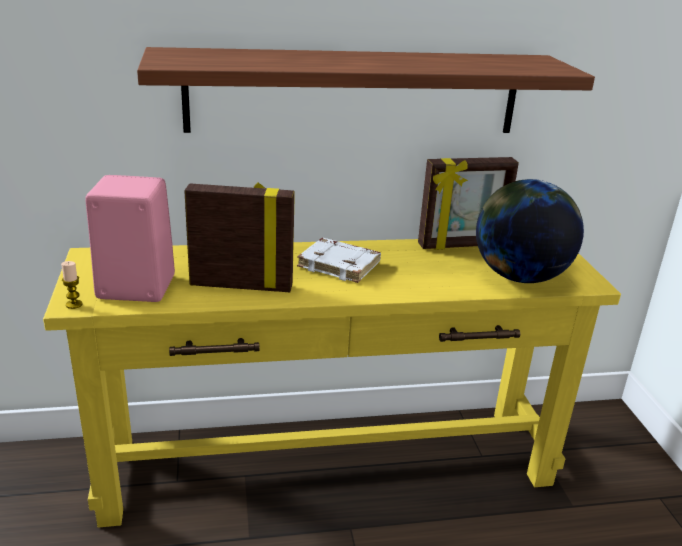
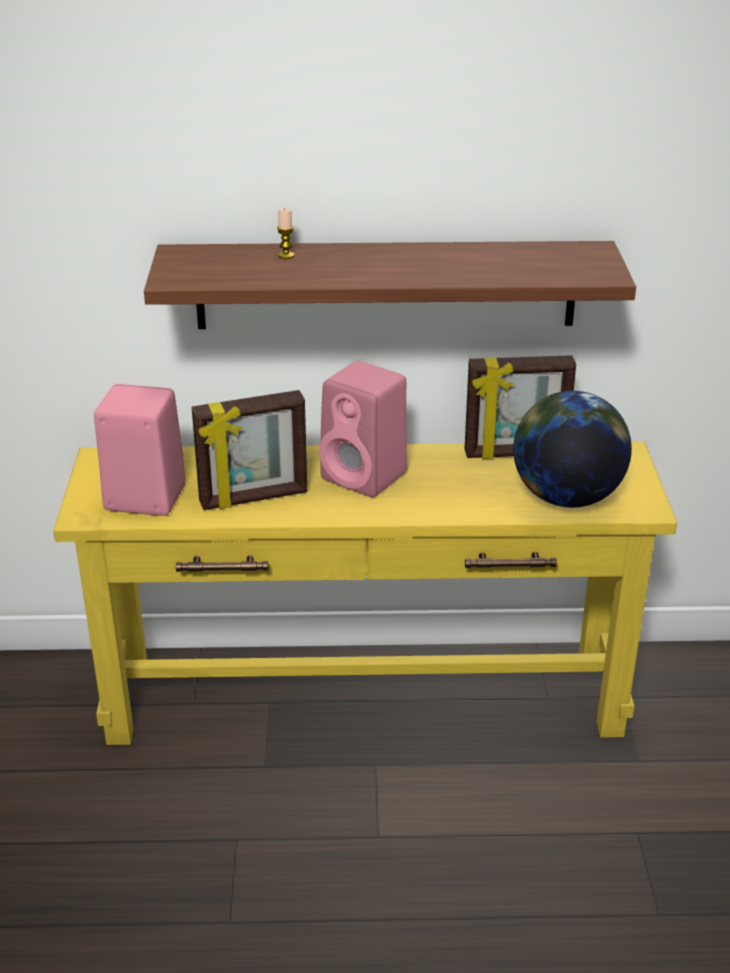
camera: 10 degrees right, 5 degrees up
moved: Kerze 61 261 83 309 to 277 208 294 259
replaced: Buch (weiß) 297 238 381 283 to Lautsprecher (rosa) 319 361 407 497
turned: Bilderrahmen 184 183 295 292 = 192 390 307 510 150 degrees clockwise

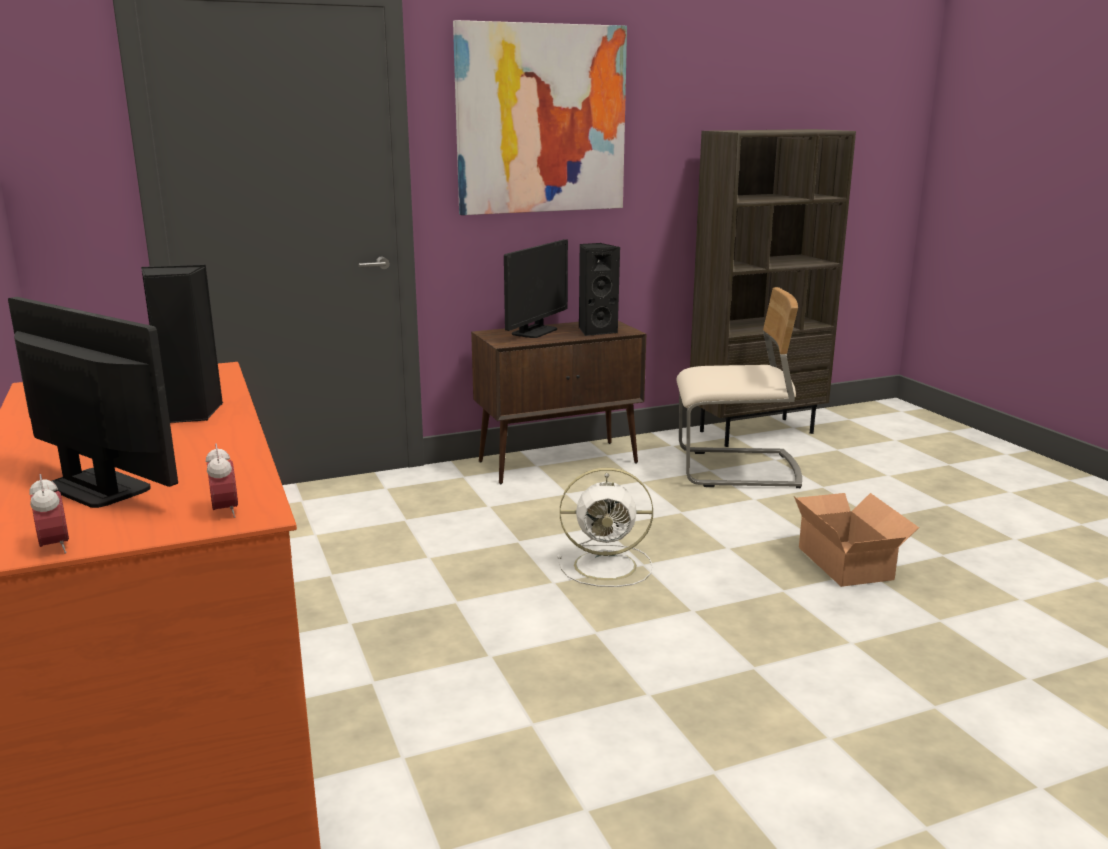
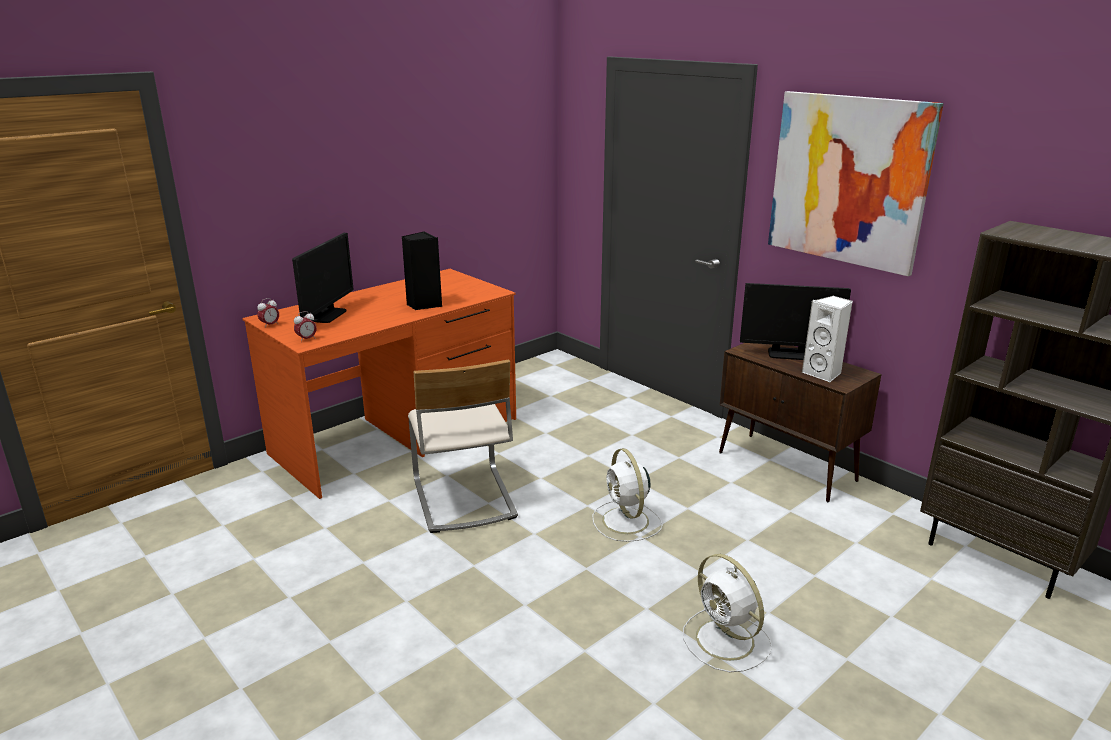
camera: 70 degrees right, 5 degrees up
moved: Stuhl (beige) 676 287 802 488 to 408 360 518 533
replaced: Karton 794 493 919 587 to Ventilator (weiß) 683 554 772 672
recoloured: Lautsprecher (schwarz) 579 243 620 336 to Lautsprecher (weiß) 802 296 853 382

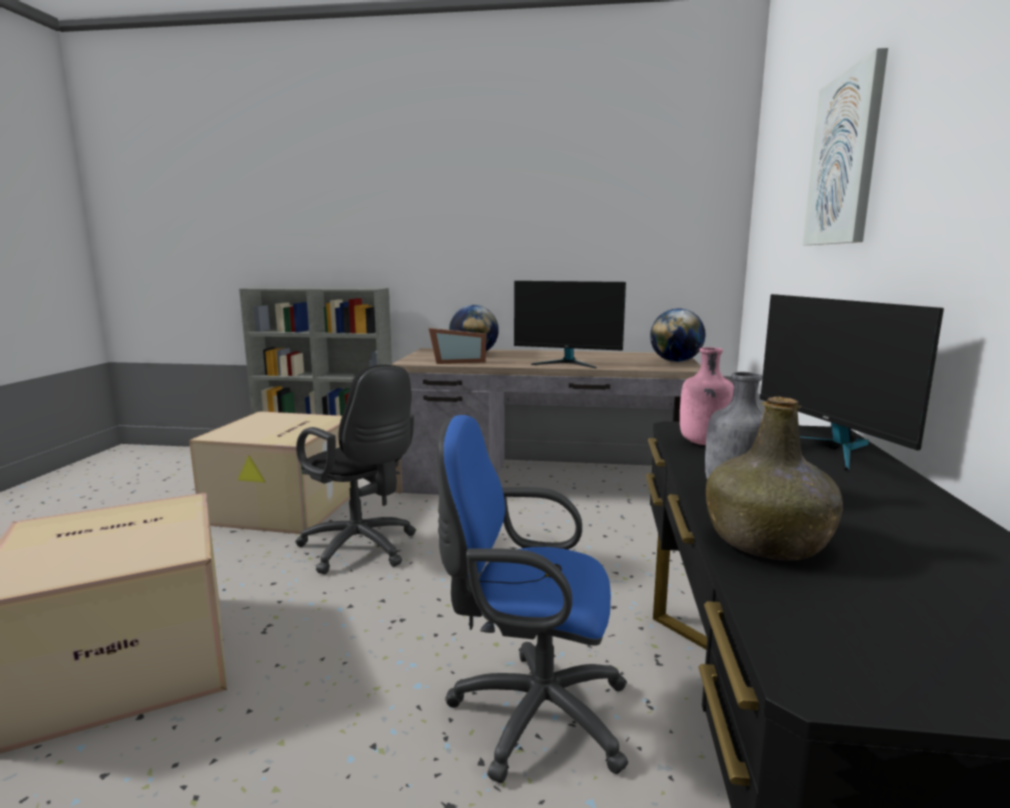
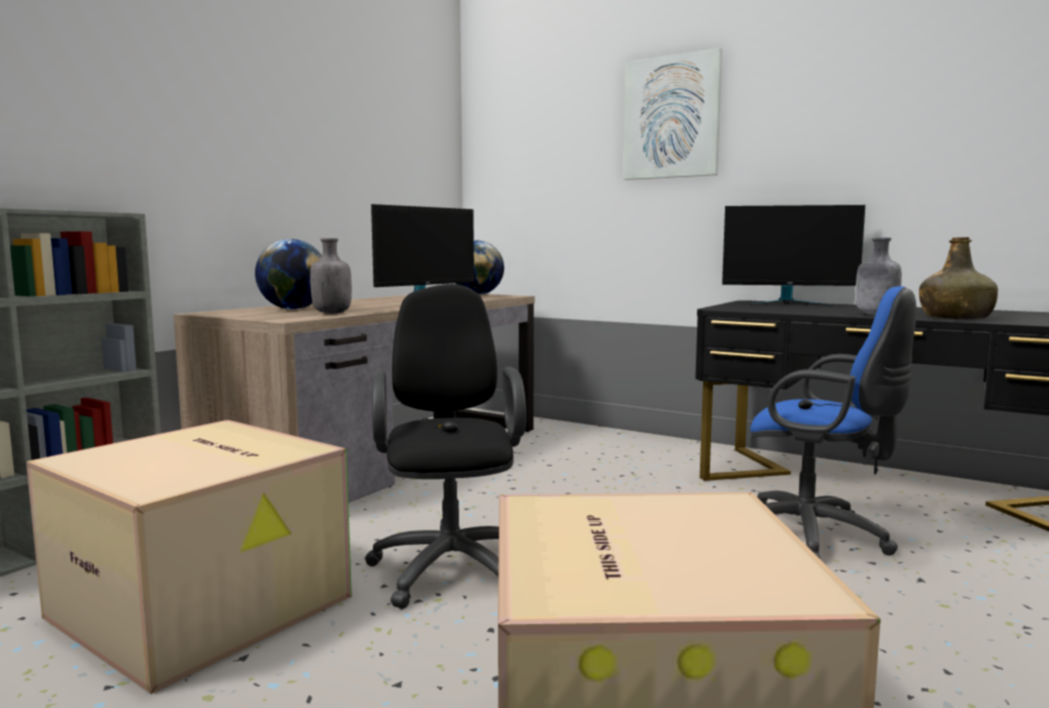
camera: 65 degrees left, 5 degrees down
removed: Flasche (rosa) 680 347 734 445
replaced: Bilderrahmen 428 328 487 364 to Flasche (grau) 310 238 352 314
turned: Bürostuhl (schwarz) 295 365 416 574 = 365 284 526 609 75 degrees counterclockwise; Bürostuhl (blau) 436 415 628 783 = 750 286 917 559 90 degrees counterclockwise

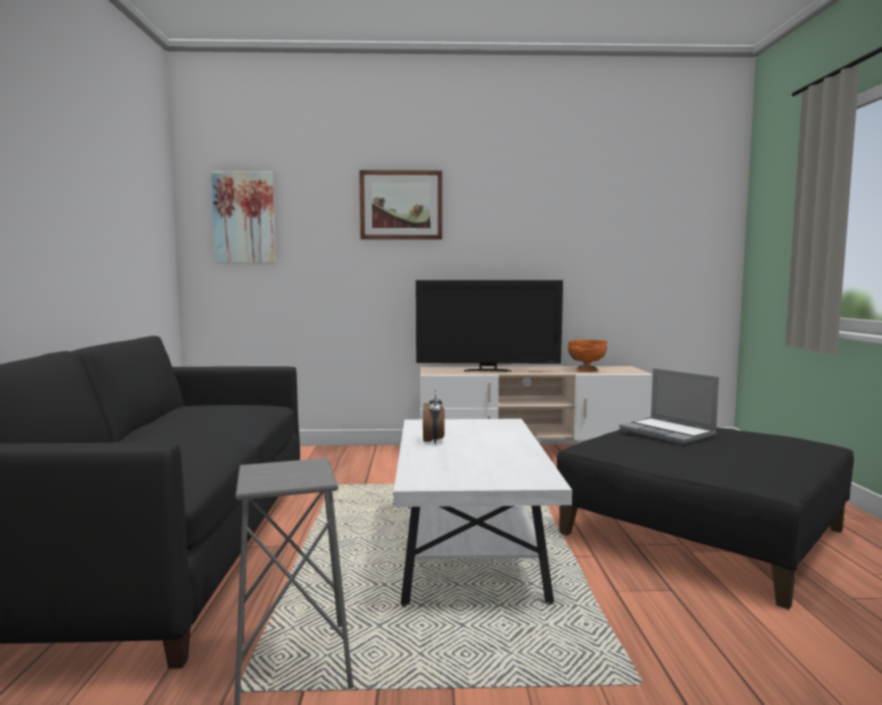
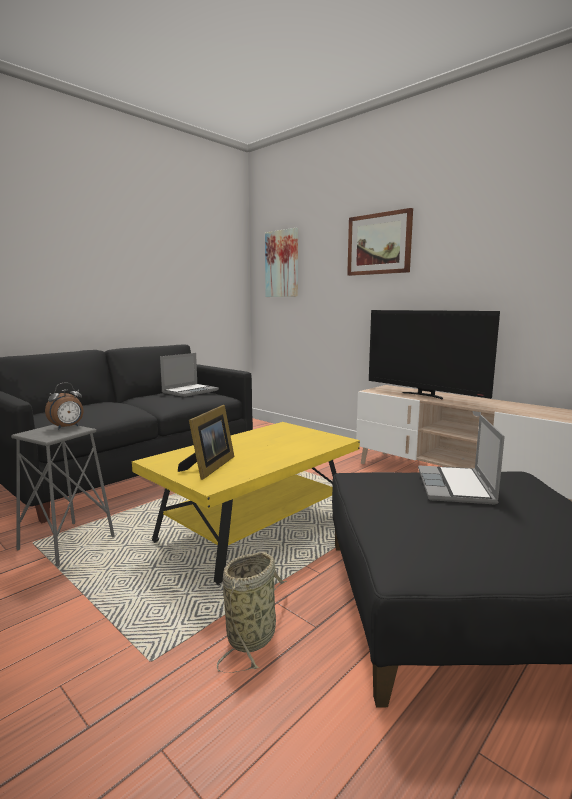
camera: 45 degrees right, 5 degrees up
removed: Schüssel (orange) 568 340 607 372
added: Laptop 160 353 219 397; Bilderrahmen 178 405 234 480; Korb 217 552 287 673
moved: Wecker 423 390 445 444 to 45 383 83 429
recoloured: Couchtisch (weiß) 393 419 573 607 to Couchtisch (gelb) 132 422 360 585

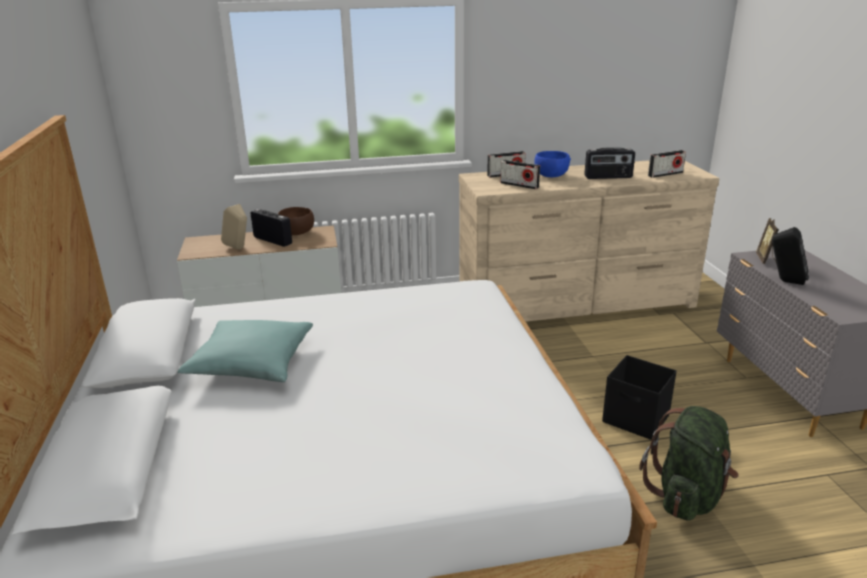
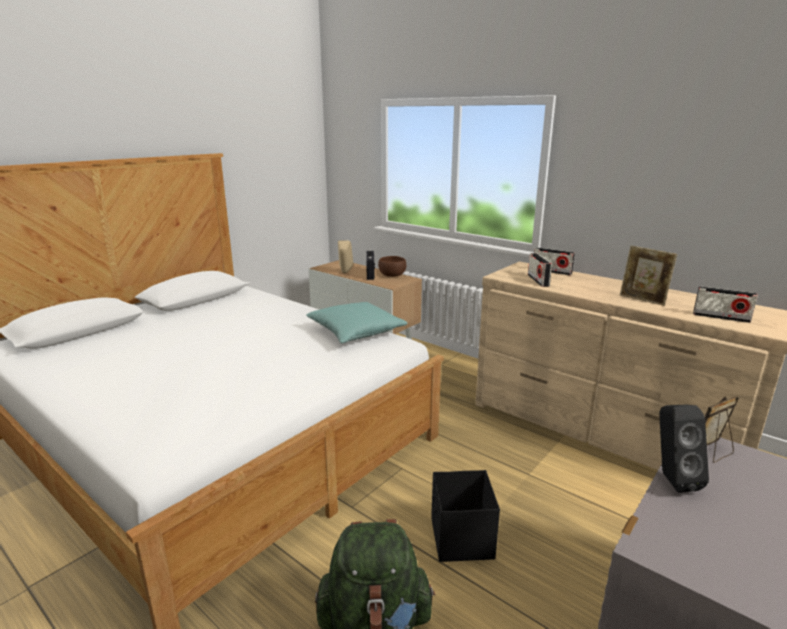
camera: 50 degrees right, 5 degrees down
removed: Schüssel (blau) 534 151 571 177
moved: Kissen (türkis) 178 320 313 382 to 306 302 407 343
replaced: Radio 584 147 635 179 to Bilderrahmen 620 246 677 306

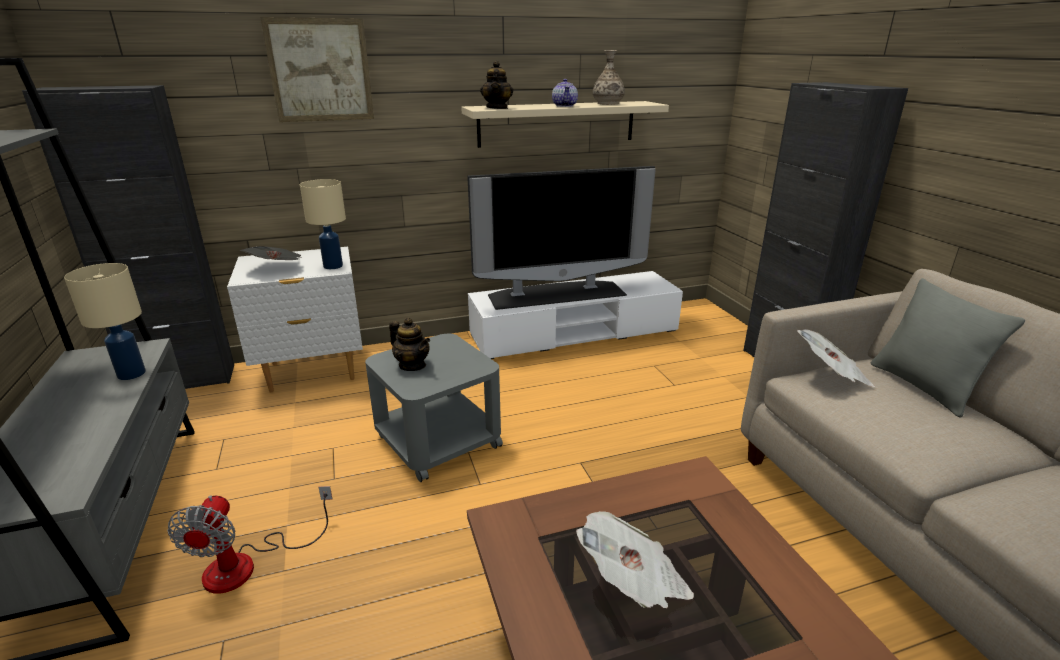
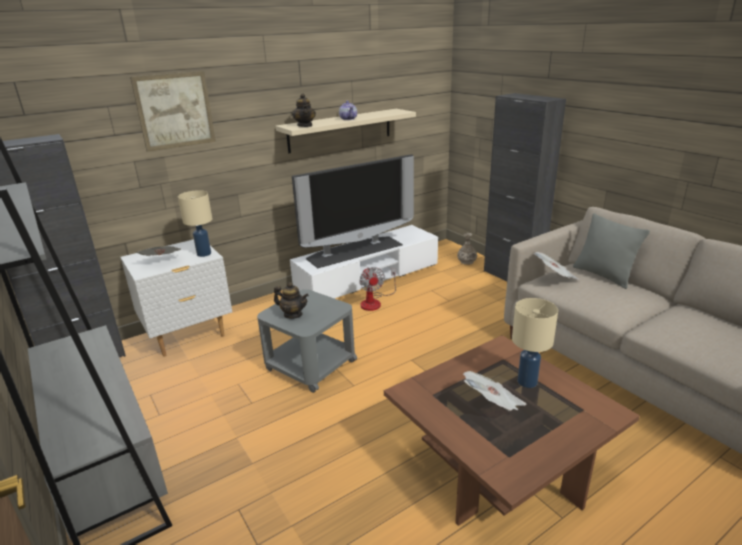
camera: 15 degrees left, 0 degrees up
moved: Tischlampe (beige) 64 263 146 380 to 512 298 558 388; Ventilator 167 486 332 594 to 359 267 396 311; Vase 593 50 625 105 to 457 233 477 265

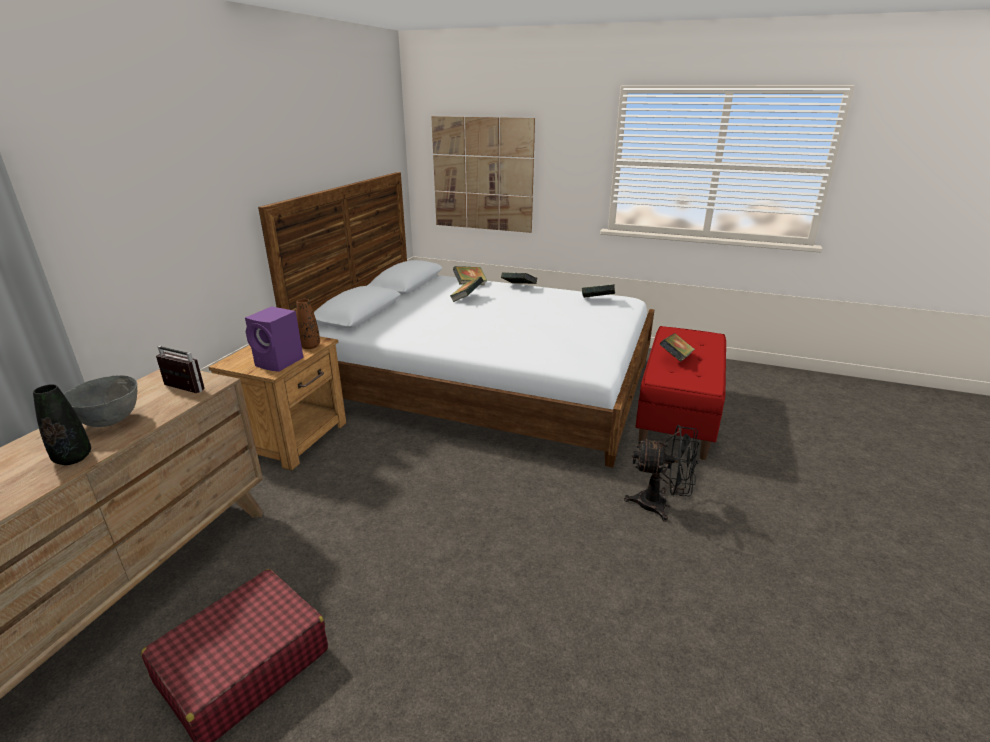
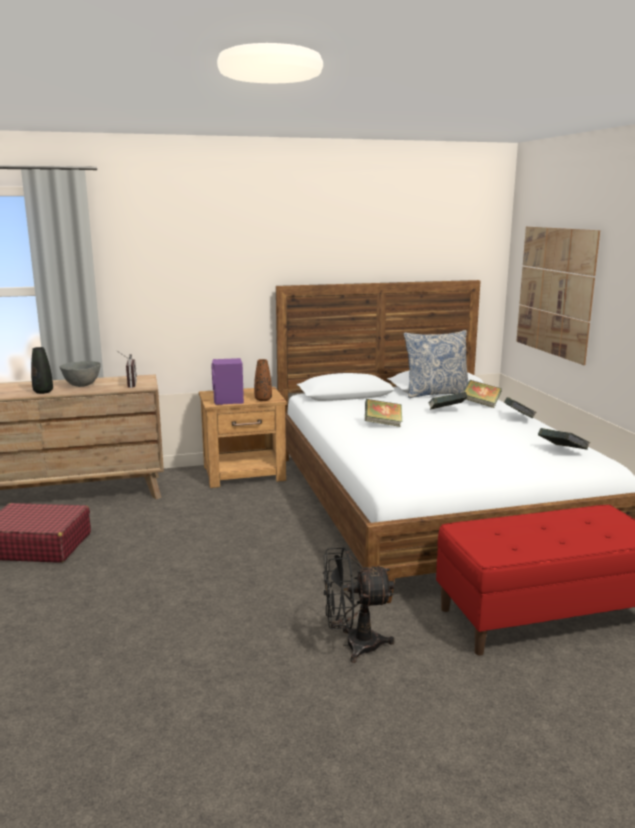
camera: 55 degrees right, 10 degrees down
added: Kissen 404 330 469 398
moved: Buch 660 333 695 362 to 365 399 403 427
turned: Ventilator (schwarz) 624 425 699 522 = 323 547 394 663 105 degrees clockwise

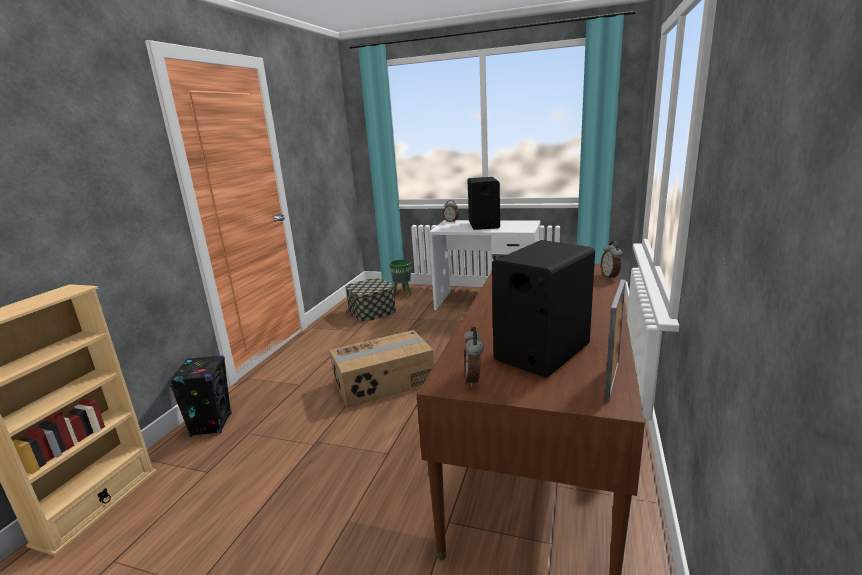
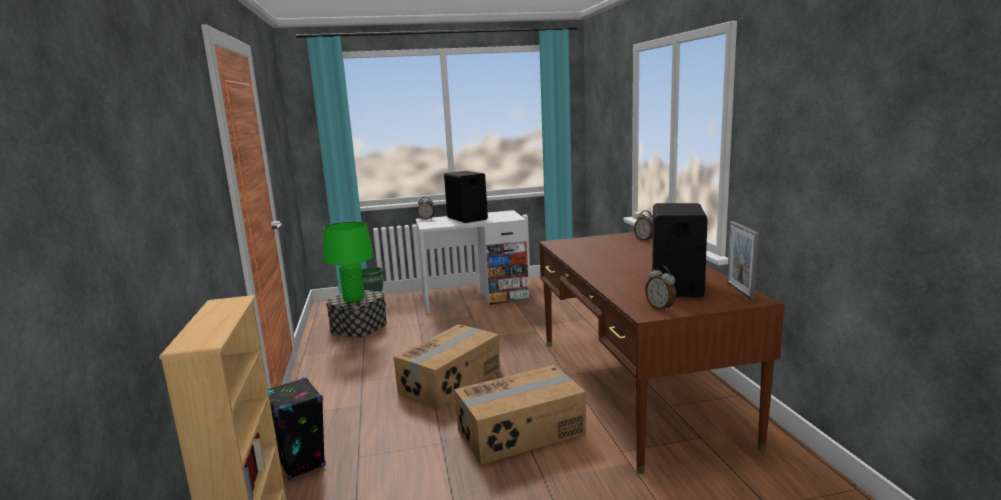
camera: 30 degrees left, 5 degrees down
added: Tischlampe (grün) 323 221 374 302; Karton 454 365 586 465

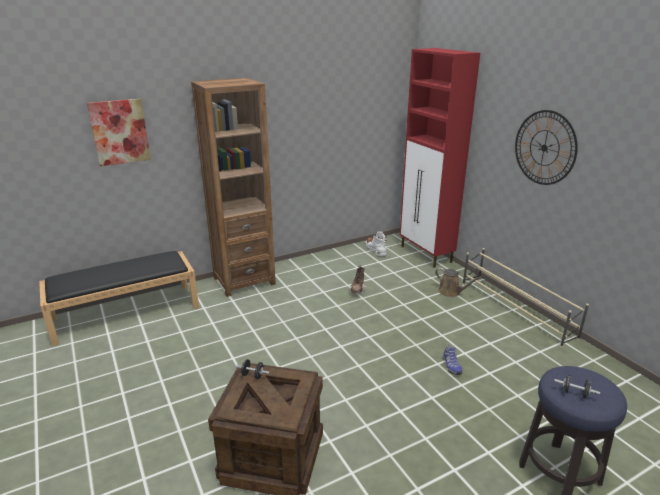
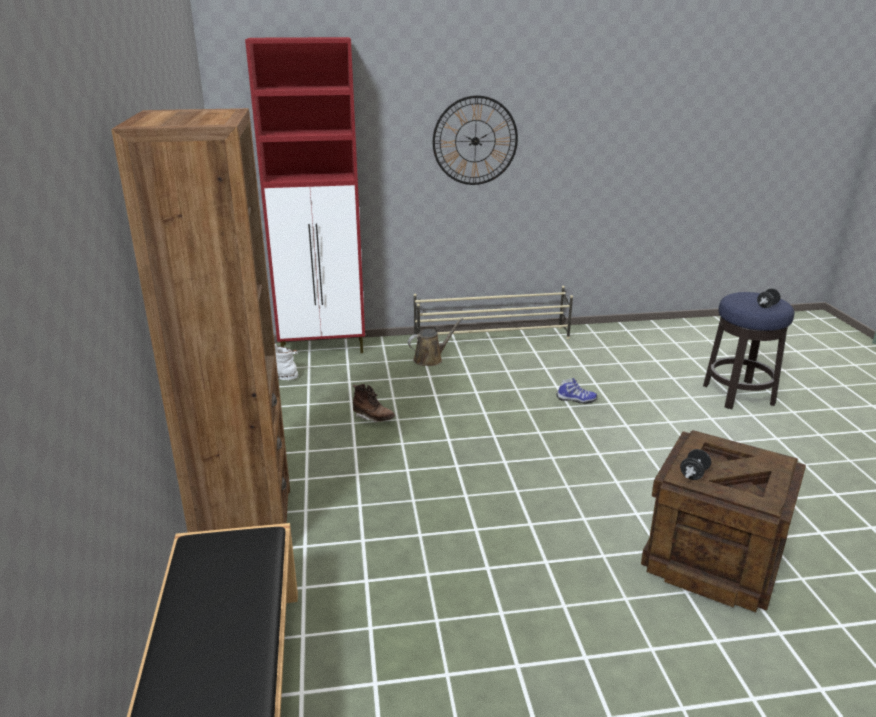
camera: 70 degrees left, 0 degrees up
removed: Bild 87 99 151 166

